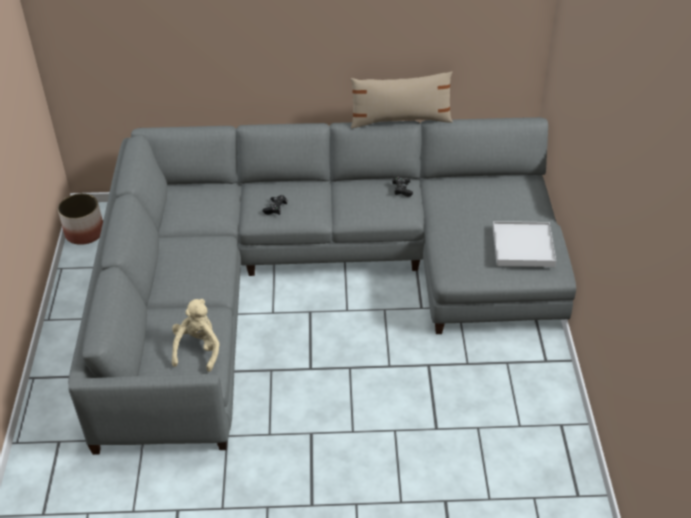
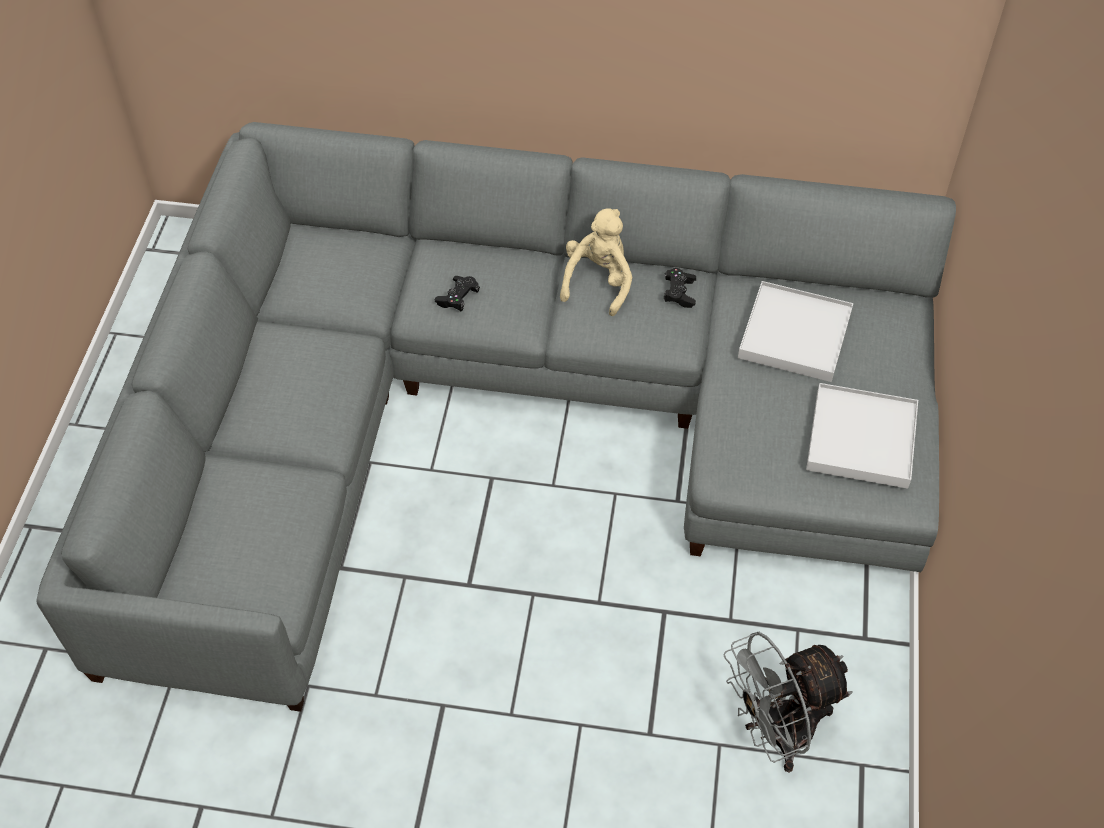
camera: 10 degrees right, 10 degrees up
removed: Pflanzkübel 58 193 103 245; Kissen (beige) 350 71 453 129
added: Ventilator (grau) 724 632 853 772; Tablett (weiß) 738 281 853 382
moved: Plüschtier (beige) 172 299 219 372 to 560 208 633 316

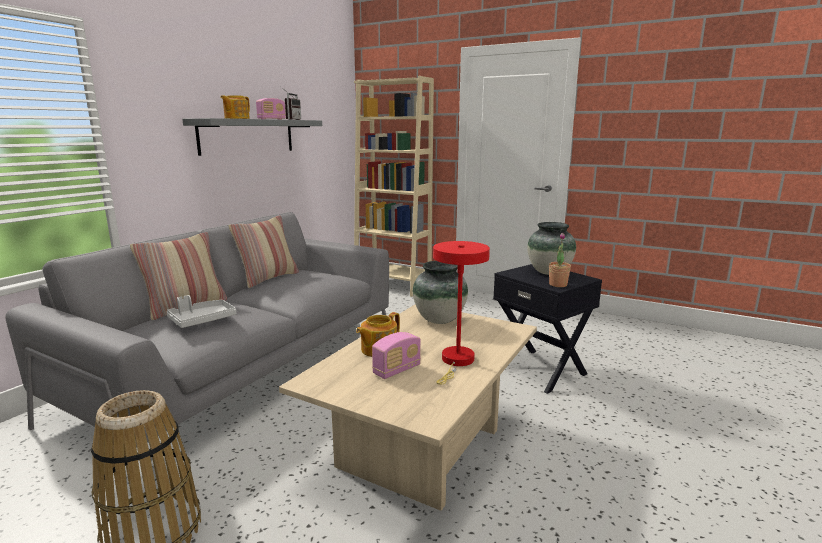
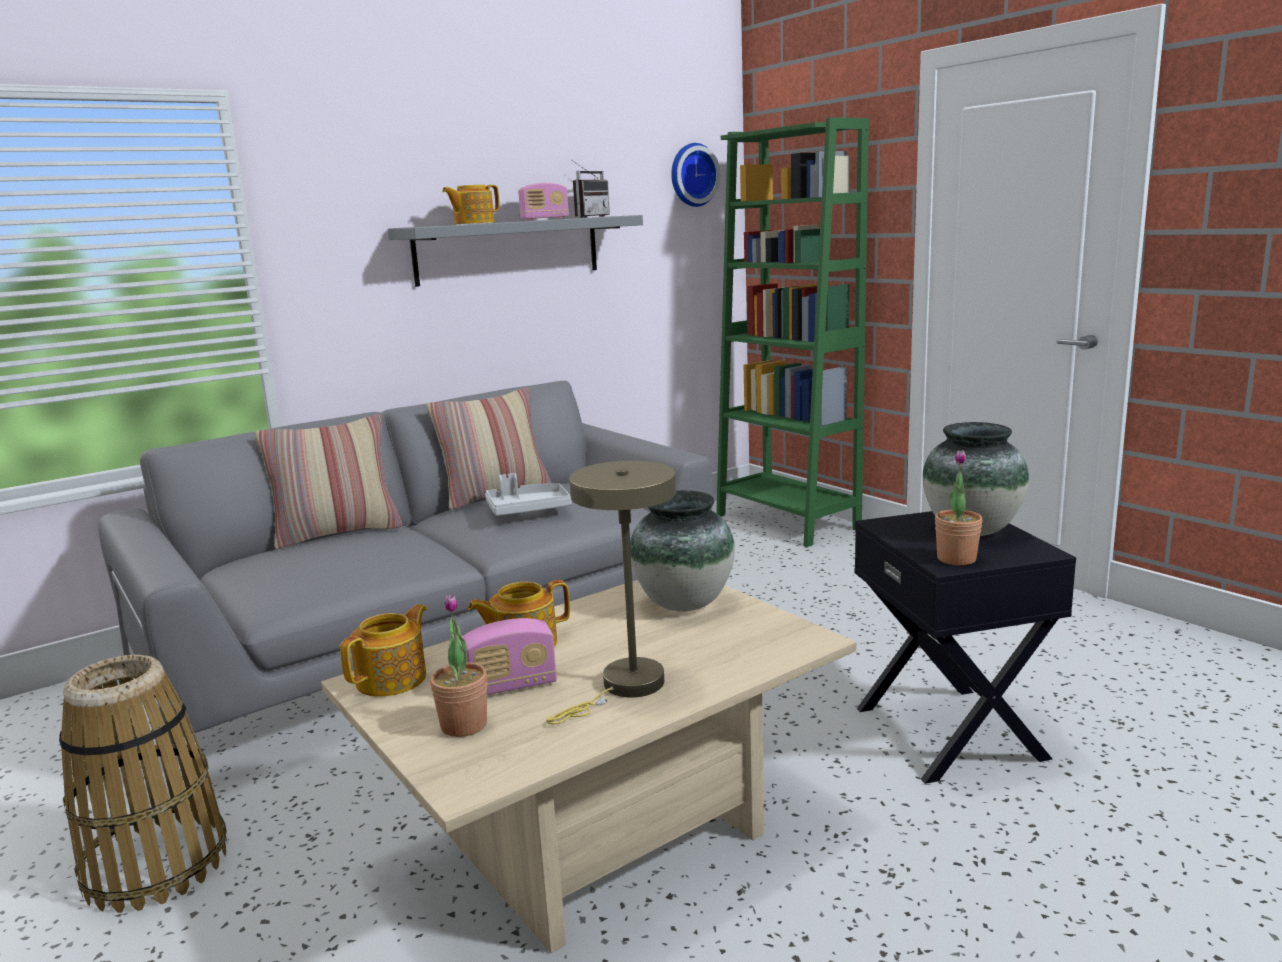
camera: 25 degrees right, 0 degrees up
added: Teekanne 340 604 427 697; Topfpflanze 430 594 487 737; Wanduhr 671 143 720 207
moved: Tablett (grau) 166 295 237 328 to 485 473 572 516
recoloured: Bücherregal (beige) 354 76 434 297 to Bücherregal (grün) 716 117 869 547; Tischlampe (rot) 433 241 490 384 to Tischlampe (beige) 546 461 676 724

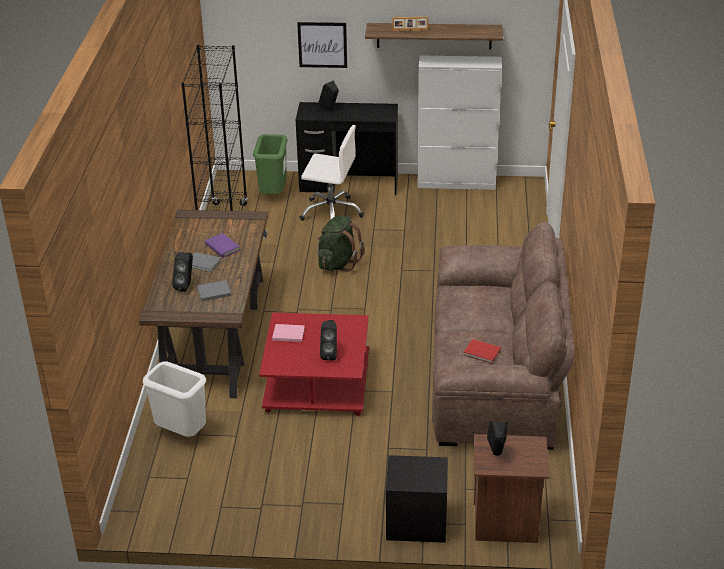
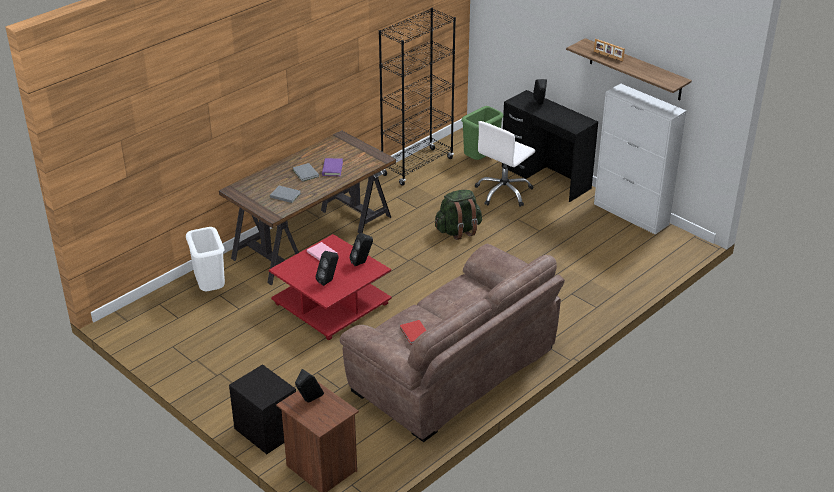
camera: 40 degrees right, 0 degrees up
removed: Bild 297 22 347 68
moved: Lautsprecher (schwarz) 172 252 193 292 to 349 233 373 266
turned: Bürostuhl (weiß) 299 125 364 221 = 475 121 535 207 75 degrees clockwise

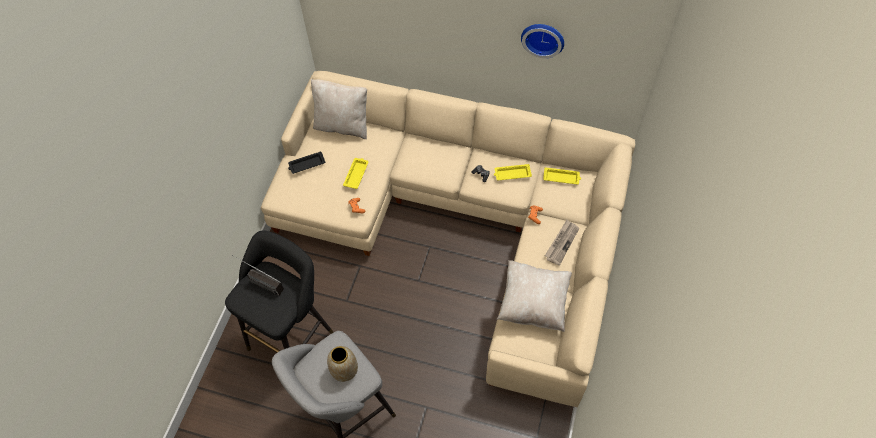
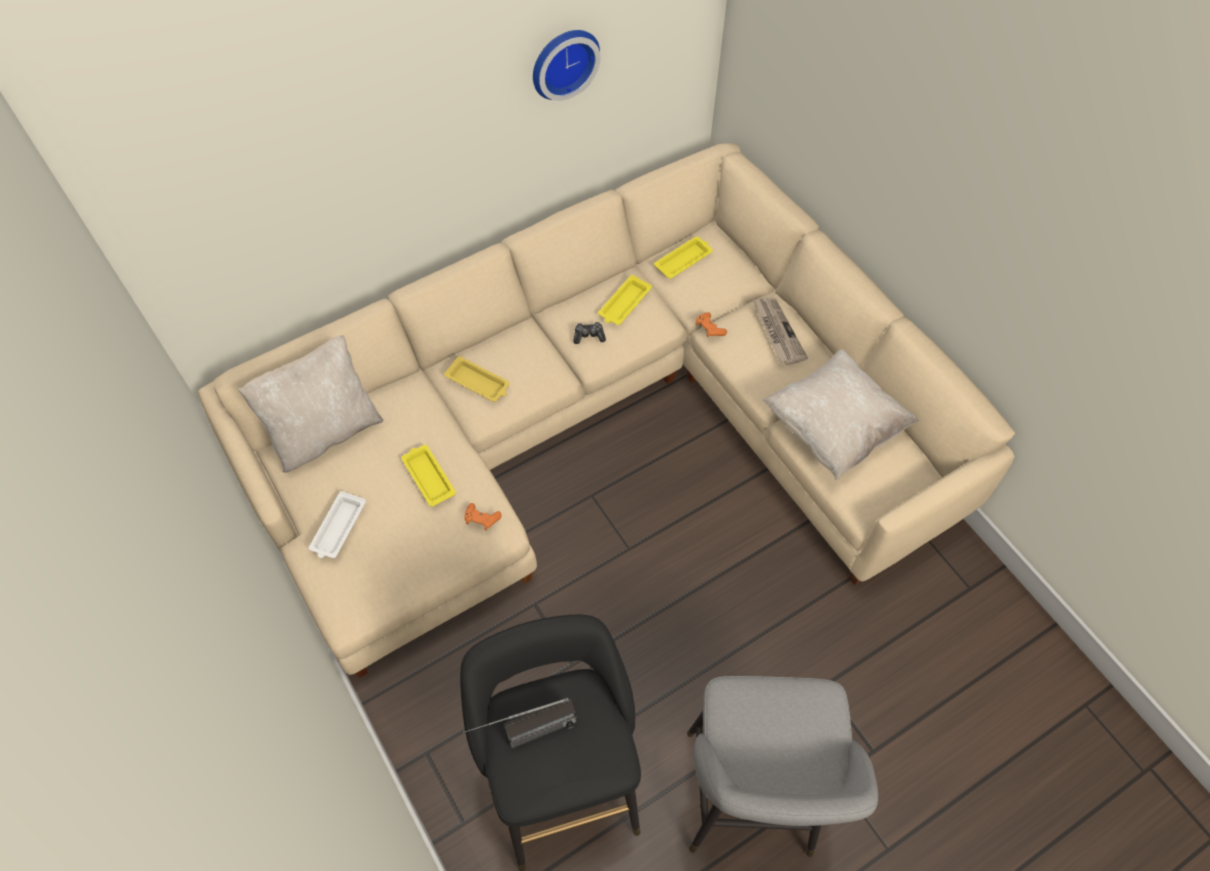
camera: 50 degrees left, 0 degrees up
removed: Vase 327 346 358 382
added: Tablett (gelb) 444 356 510 402
recoloured: Tablett (schwarz) 288 151 325 174 to Tablett (weiß) 309 491 366 558

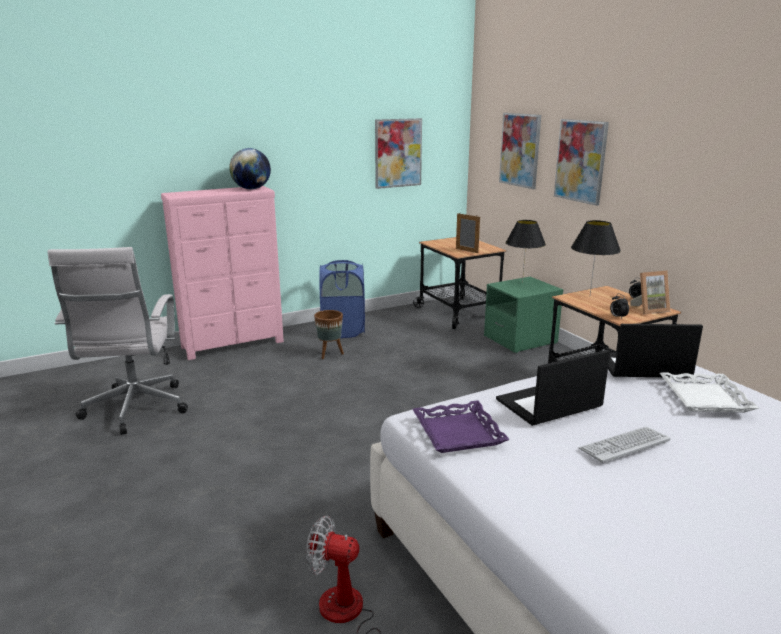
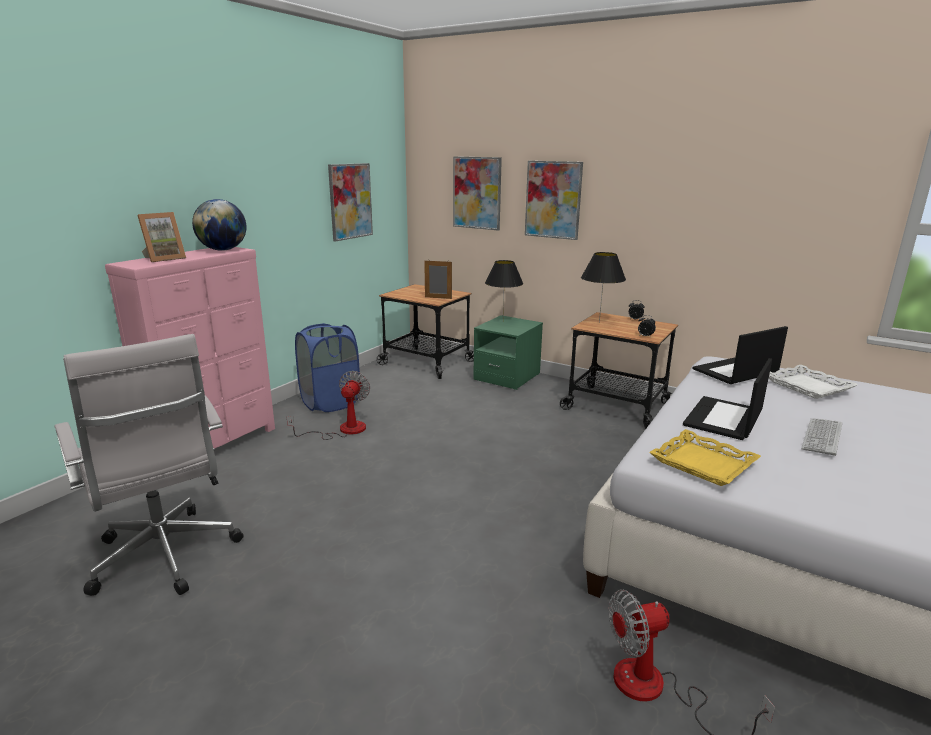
camera: 30 degrees left, 0 degrees up
moved: Bilderrahmen 630 270 670 314 to 137 212 186 262
replaced: Pflanzkübel (braun) 314 310 344 359 to Ventilator 286 371 370 440
recoloured: Tablett (lila) 413 400 510 453 to Tablett (gelb) 649 429 761 486

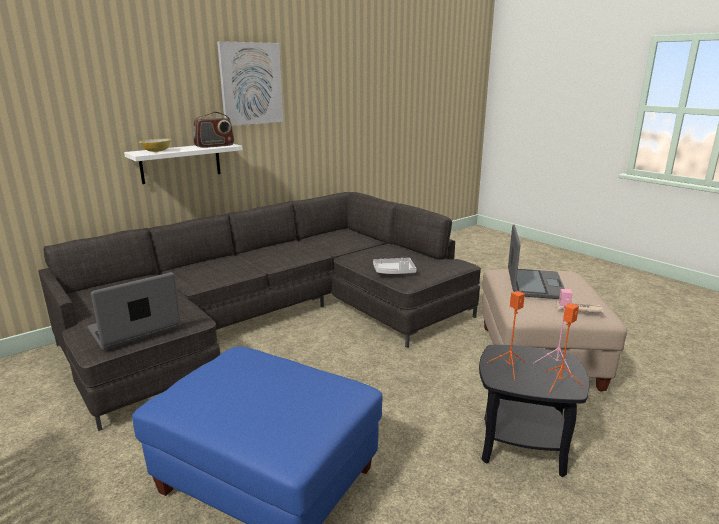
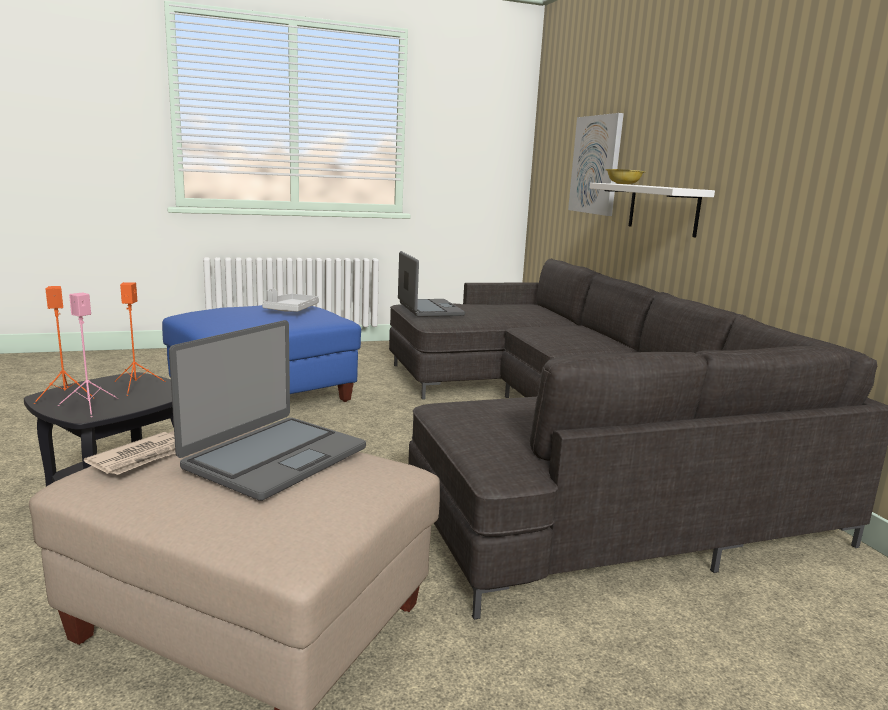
camera: 110 degrees right, 5 degrees down
removed: Radio 193 112 234 148
moved: Bild 217 41 283 126 to 568 113 624 216; Tablett (grau) 373 258 417 274 to 262 289 319 312
turned: Laptop 508 225 565 299 = 169 320 366 501 90 degrees counterclockwise

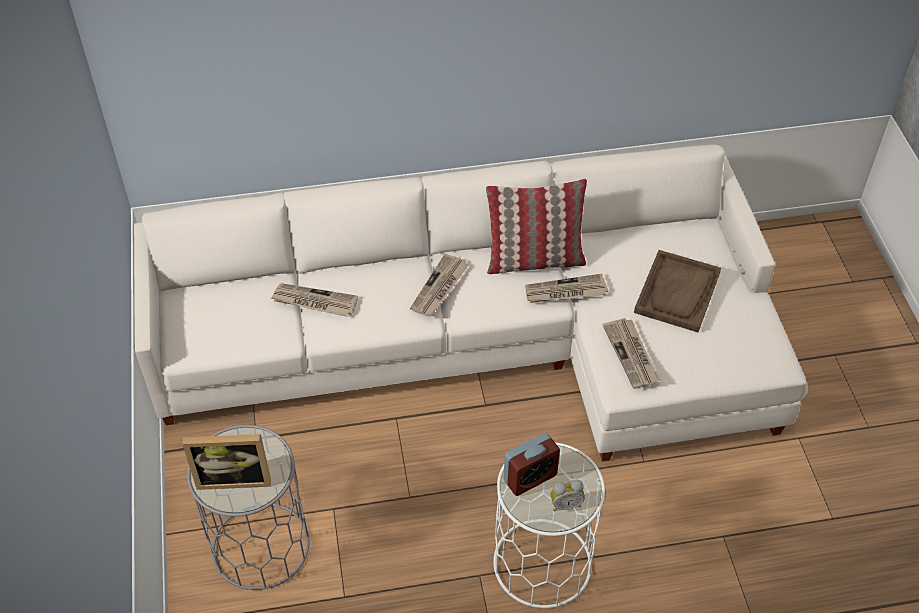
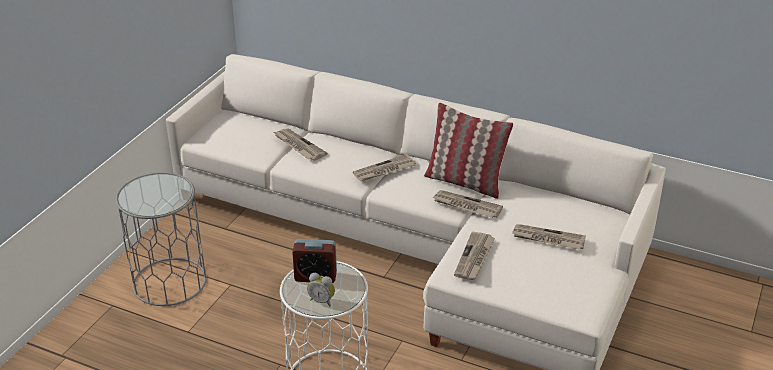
camera: 35 degrees right, 15 degrees down
removed: Bilderrahmen 182 434 271 490
replaced: Tablett (braun) 634 250 721 332 to Zeitung 512 224 586 250

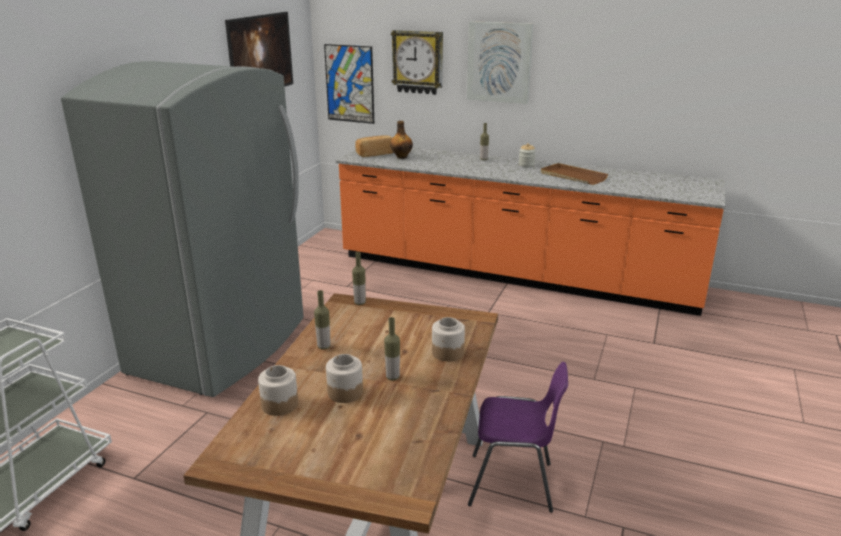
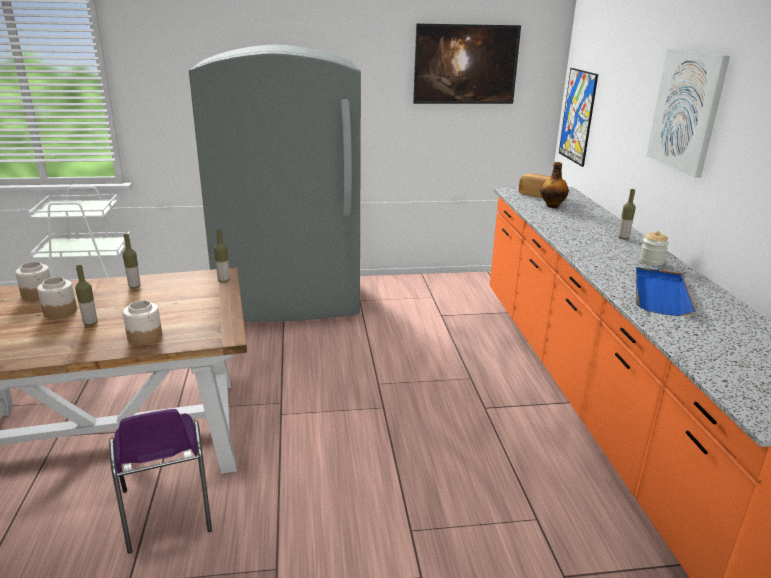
camera: 60 degrees right, 0 degrees up
removed: Wanduhr 391 30 443 95
recoloured: Tablett (braun) 541 163 608 185 to Tablett (blau) 635 267 696 316

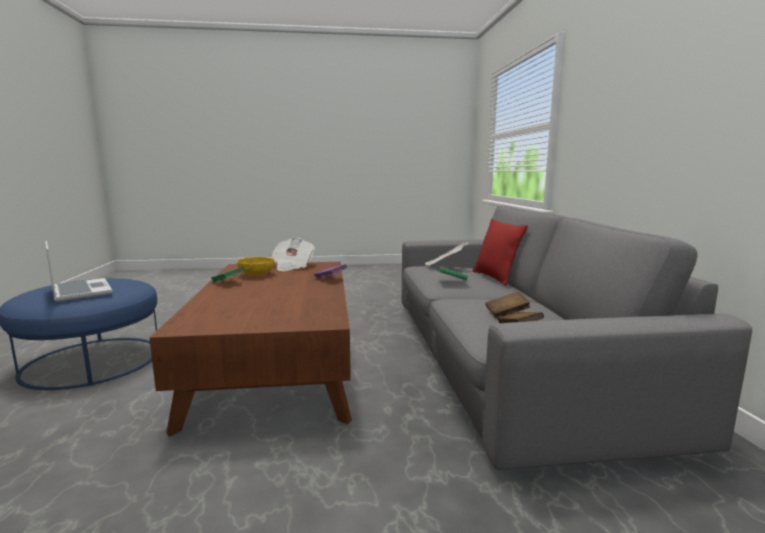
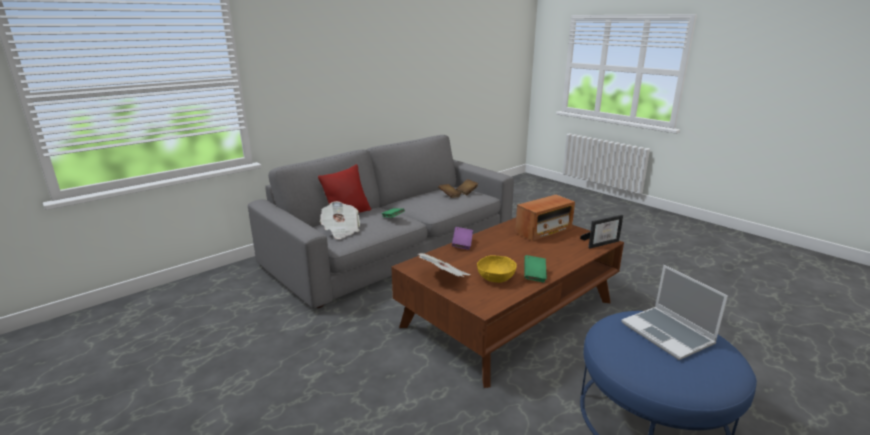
camera: 125 degrees left, 10 degrees up
added: Radio 515 195 575 241; Bilderrahmen 580 215 623 249
turned: Laptop 45 241 113 302 = 621 265 728 360 45 degrees counterclockwise

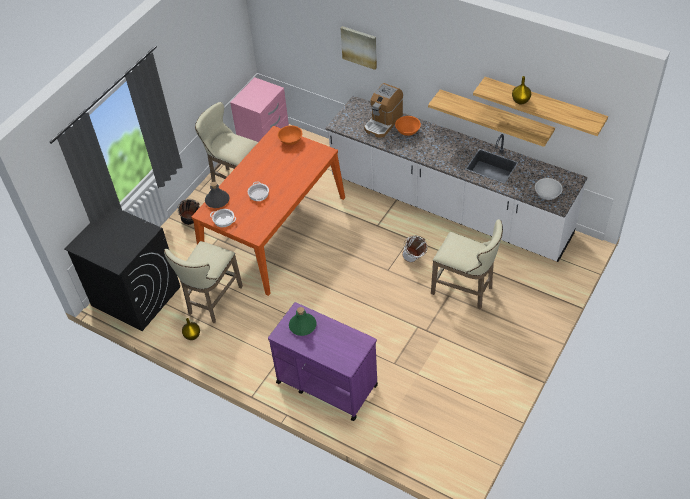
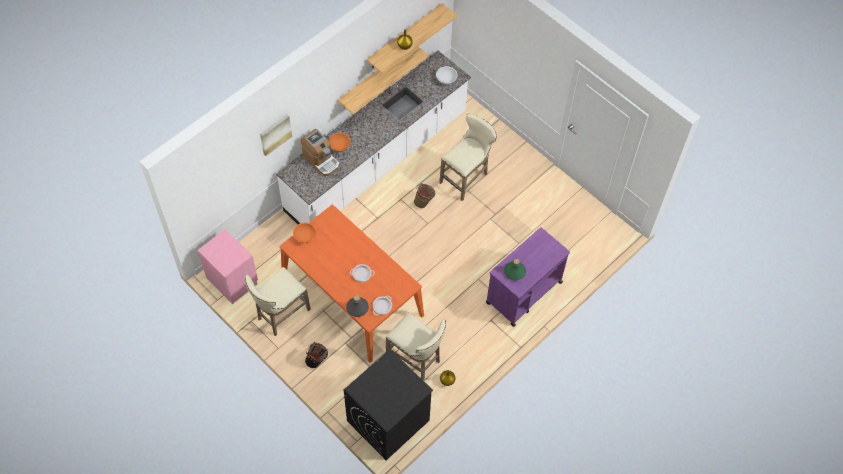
camera: 80 degrees left, 10 degrees up
recoloured: Eimer (weiß) 402 236 428 262 to Eimer (grün) 414 183 435 208

